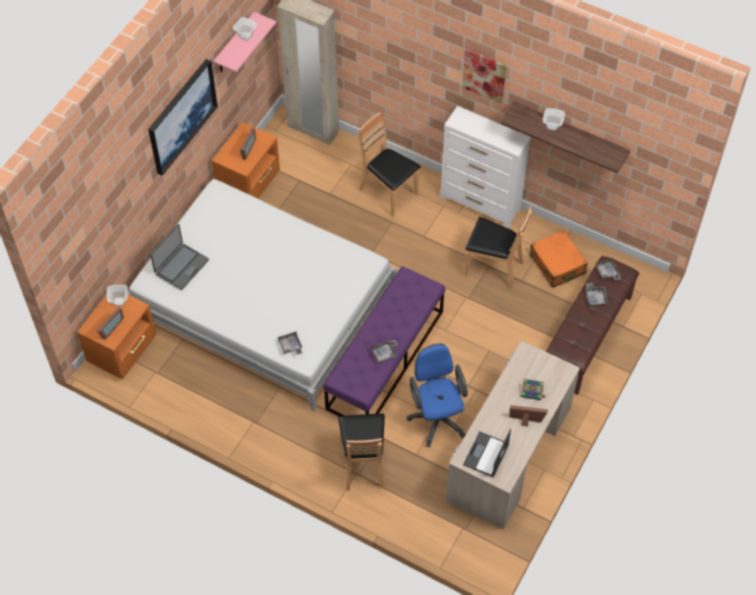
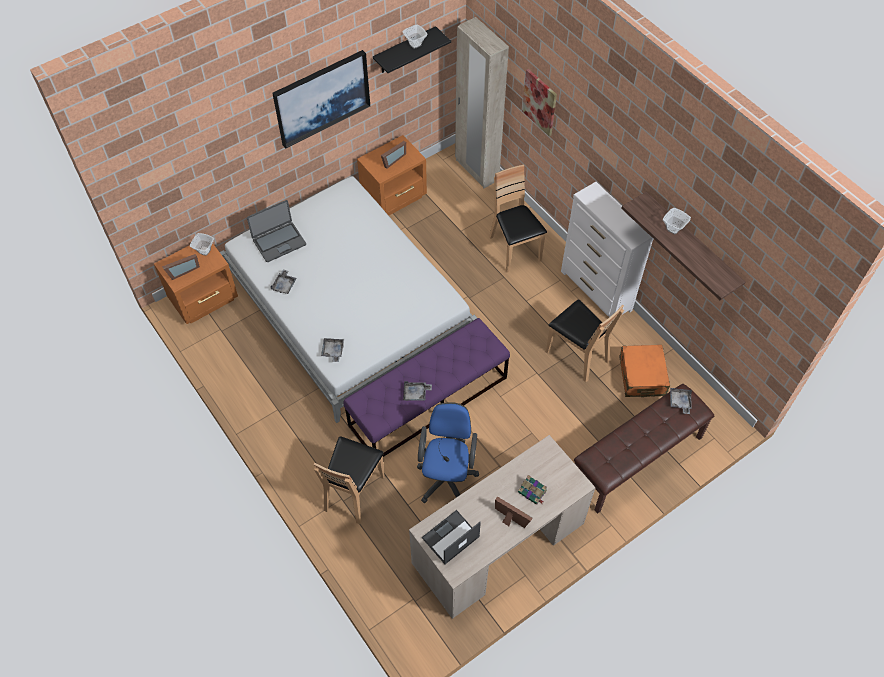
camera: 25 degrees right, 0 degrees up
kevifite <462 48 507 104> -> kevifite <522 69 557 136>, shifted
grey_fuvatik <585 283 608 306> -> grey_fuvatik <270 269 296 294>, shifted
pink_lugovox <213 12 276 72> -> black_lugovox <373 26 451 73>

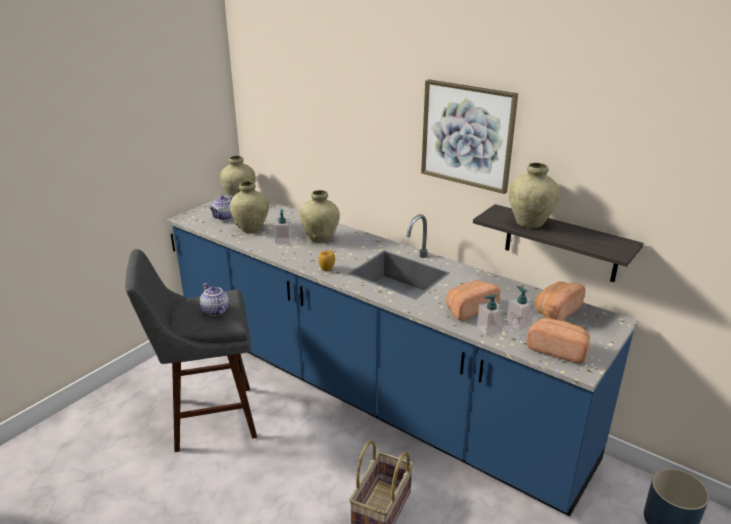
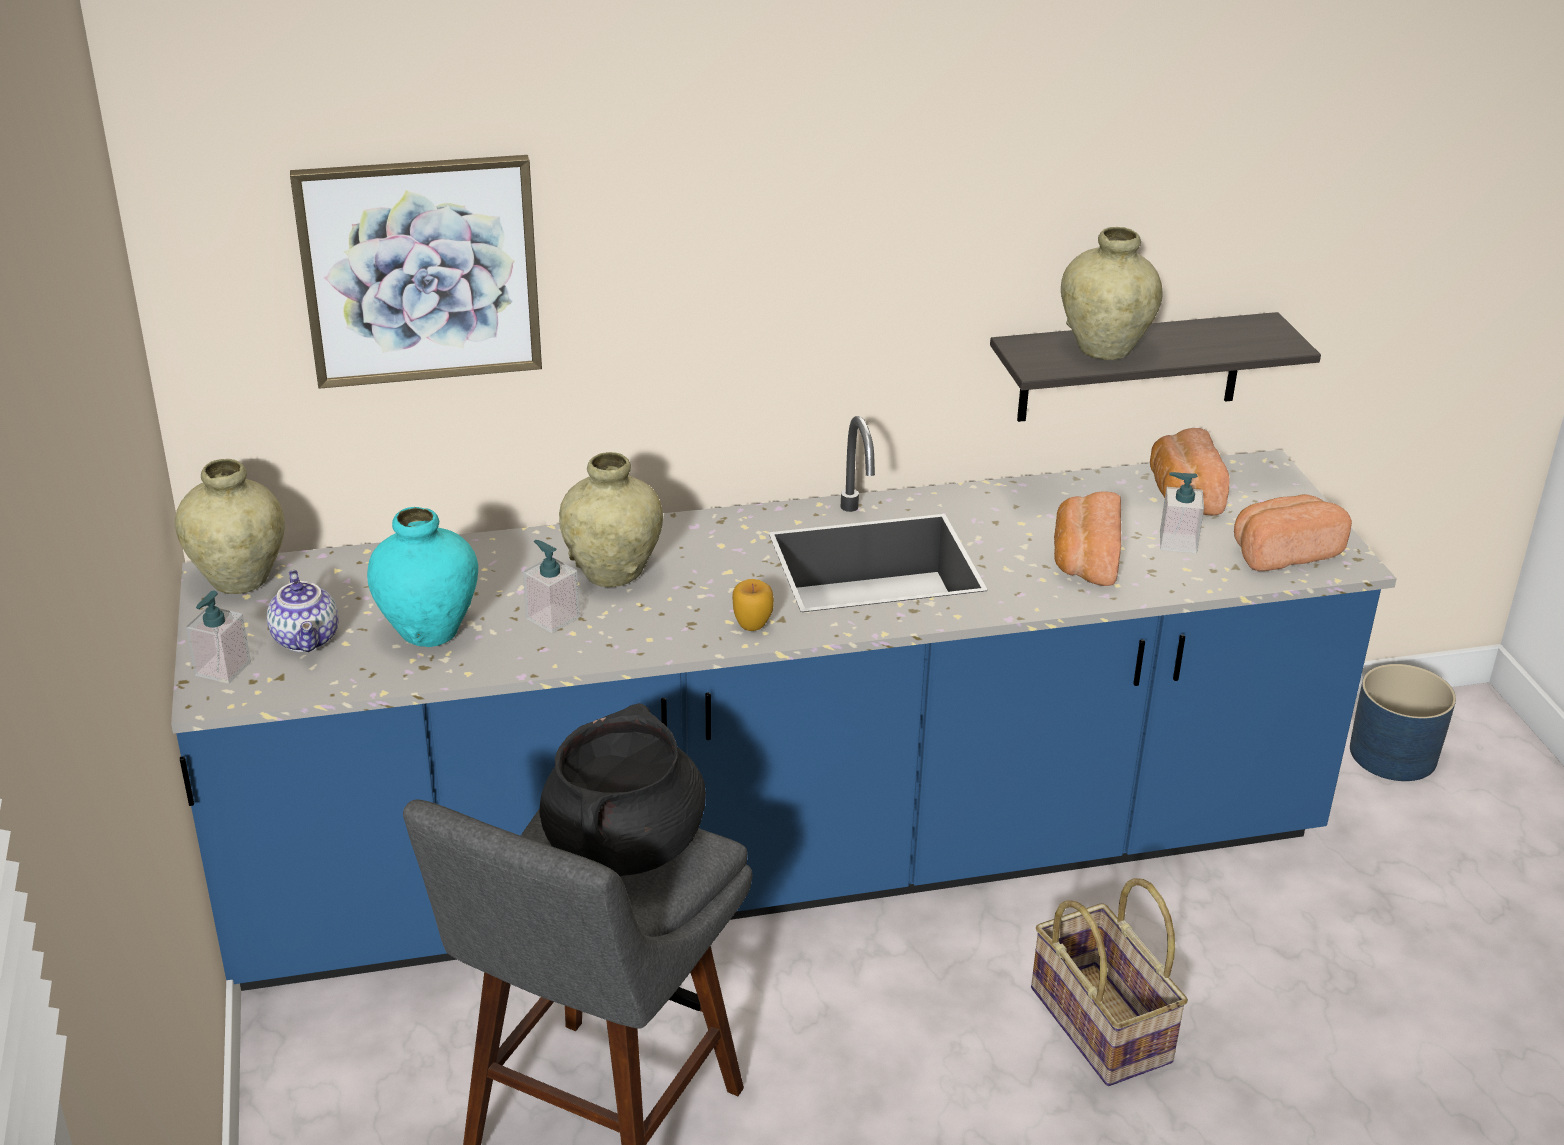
camera: 50 degrees left, 5 degrees up
kevifite <421 79 518 194> -> kevifite <290 155 542 389>, shifted
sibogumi <477 294 505 336> -> sibogumi <186 591 251 684>, shifted
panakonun <200 283 229 316> -> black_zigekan <539 703 706 876>
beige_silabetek <230 181 269 233> -> turquoise_silabetek <367 507 478 647>

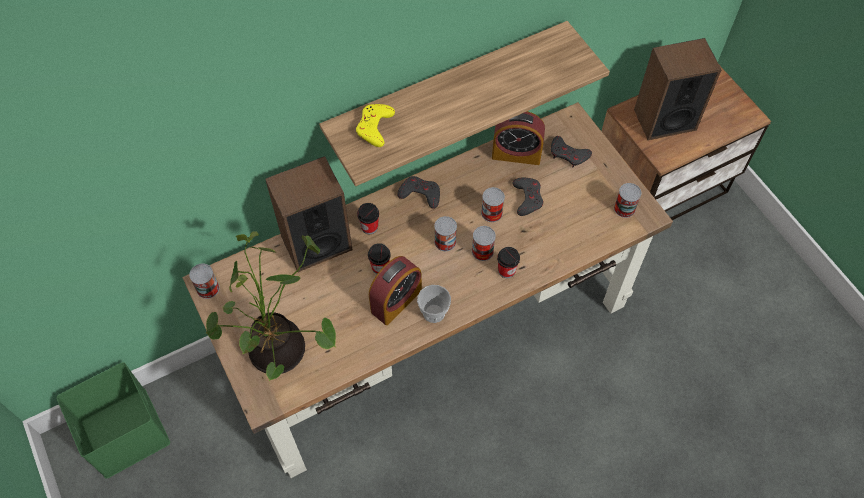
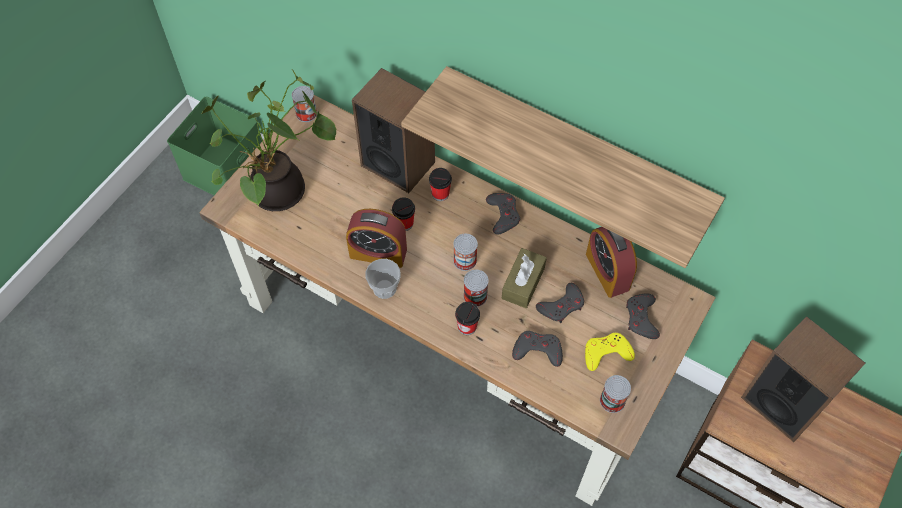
camera: 60 degrees right, 0 degrees up
none -> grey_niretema <512 331 563 367>
yellow_niretema <356 104 395 147> -> yellow_niretema <585 333 635 371>, shifted
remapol <481 187 505 222> -> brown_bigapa <502 248 547 308>

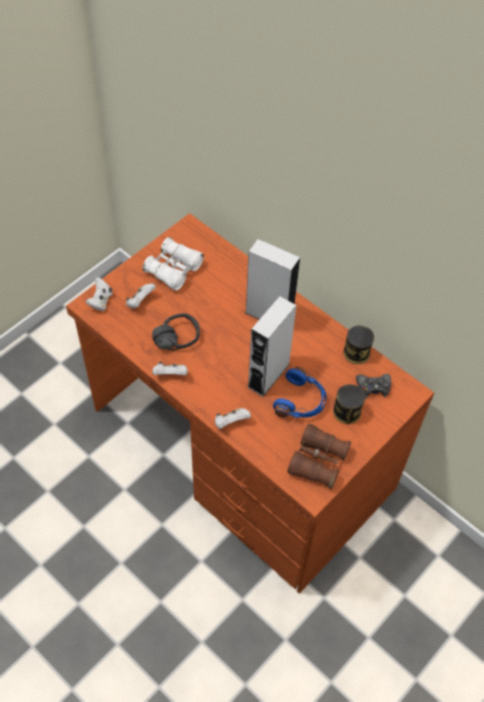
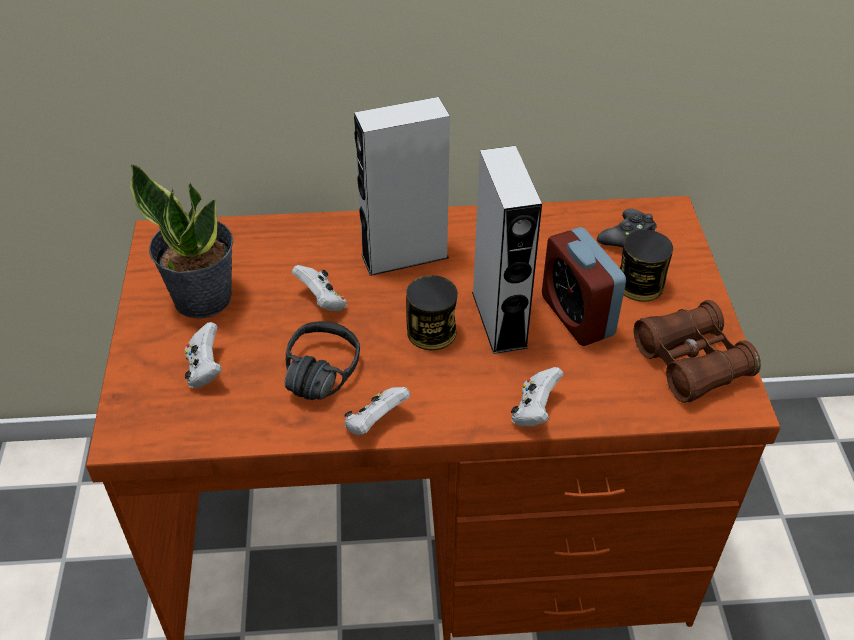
camera: 45 degrees left, 10 degrees down
white_niretema <85 277 112 311> -> white_niretema <292 265 347 311>, shifted
remapol <344 325 374 364> -> remapol <406 275 458 350>, shifted
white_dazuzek <142 237 204 291> -> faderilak <130 163 234 319>
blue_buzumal <273 367 326 418> -> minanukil <542 227 626 346>

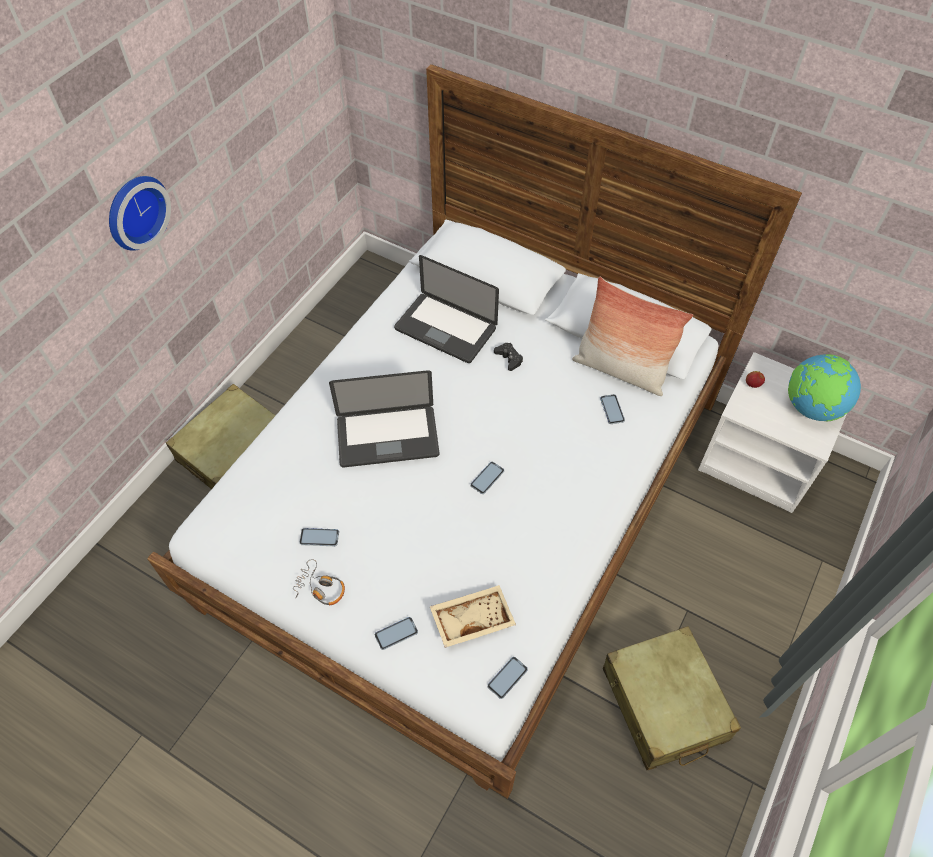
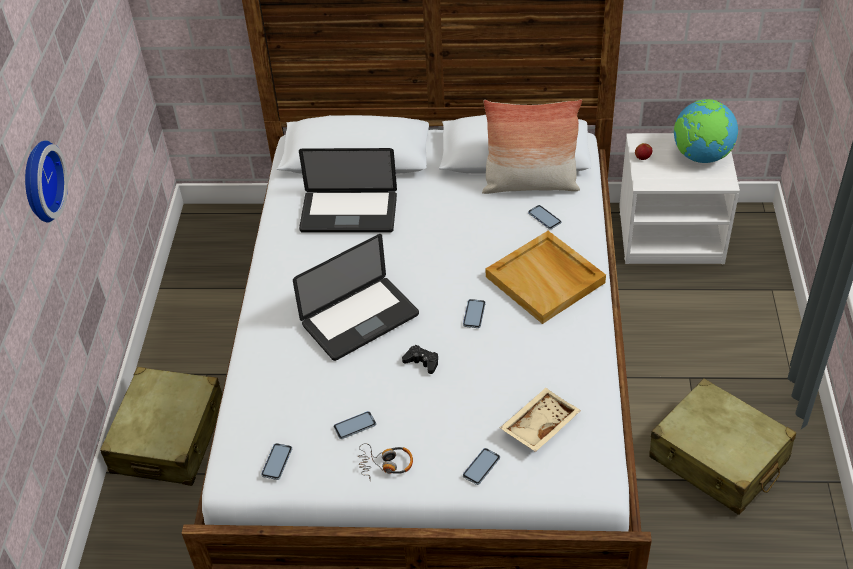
camera: 25 degrees left, 10 degrees down
none -> beige_fuvatik <486 231 606 324>
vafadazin <487 657 528 699> -> vafadazin <261 443 292 480>, shifted
black_niretema <494 343 523 371> -> black_niretema <402 345 438 374>, shifted

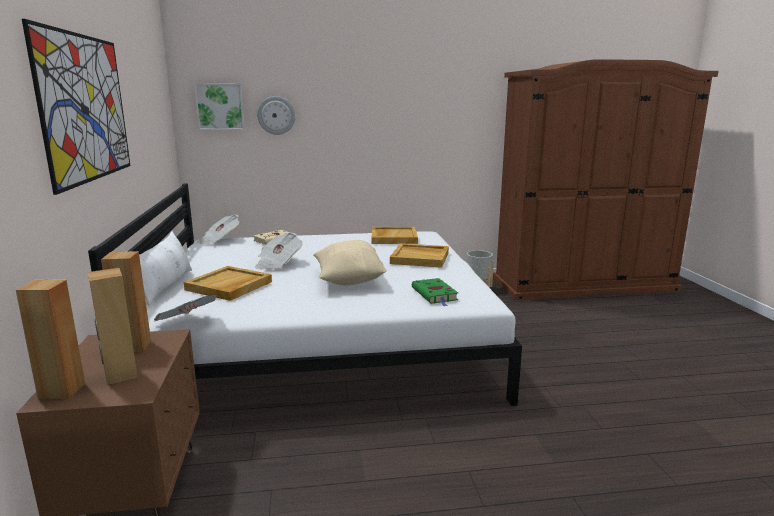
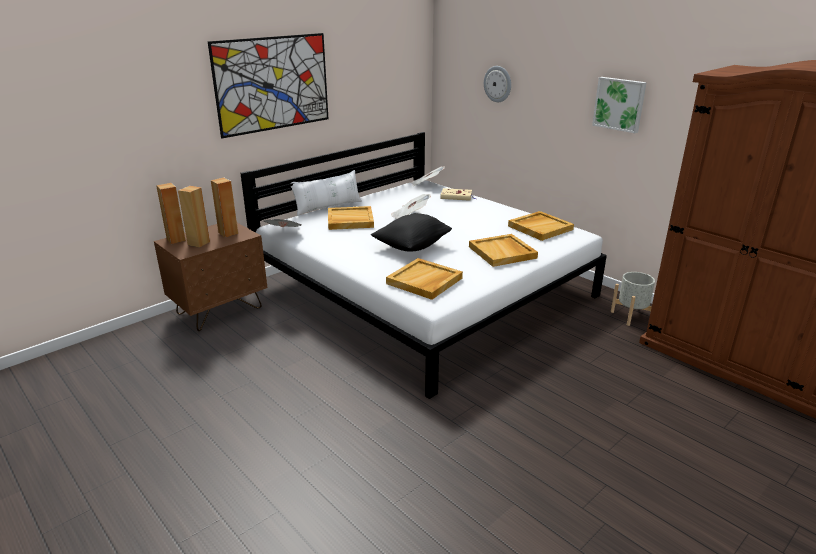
camera: 55 degrees right, 10 degrees up
kevifite <194 84 245 130> -> kevifite <592 77 647 133>, shifted
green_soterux <412 278 458 306> -> beige_fuvatik <386 258 463 300>
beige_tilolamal <313 240 387 285> -> black_tilolamal <371 213 452 252>

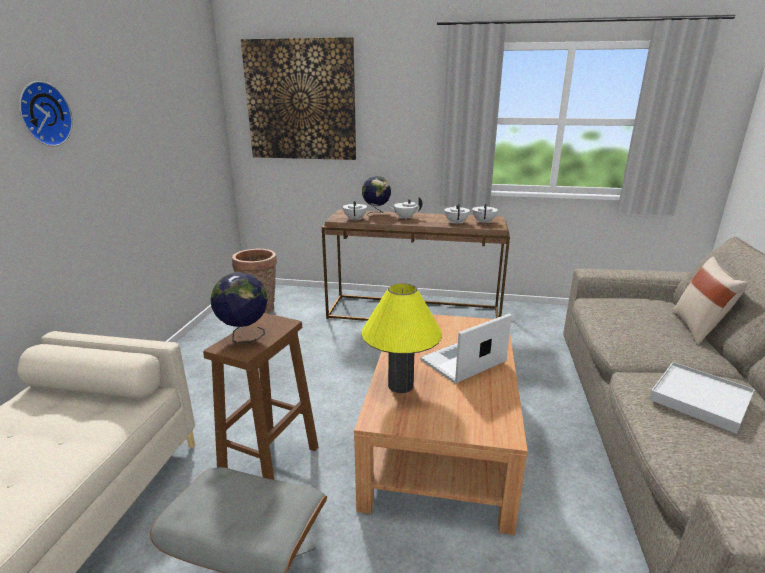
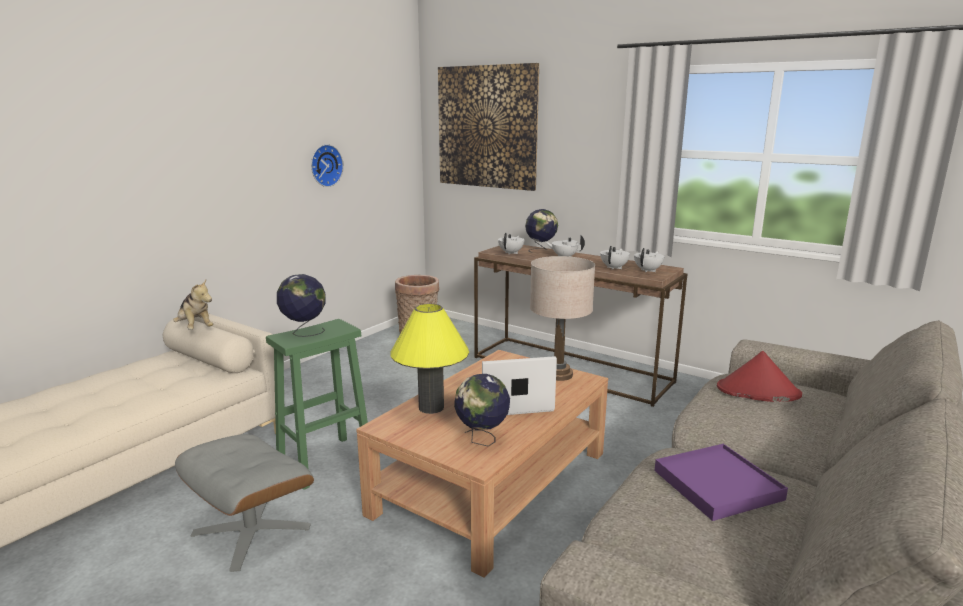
camera: 25 degrees right, 5 degrees down
beige_tilolamal <672 256 748 345> -> none
none -> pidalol <173 279 213 329>
none -> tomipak <454 374 510 446>
none -> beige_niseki <530 256 595 381>
none -> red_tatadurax <717 351 802 402>
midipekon <19 81 73 146> -> midipekon <311 144 344 187>, shifted
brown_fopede <203 313 319 480> -> green_fopede <266 319 368 490>
white_fuvatik <649 362 755 434> -> purple_fuvatik <654 444 788 521>

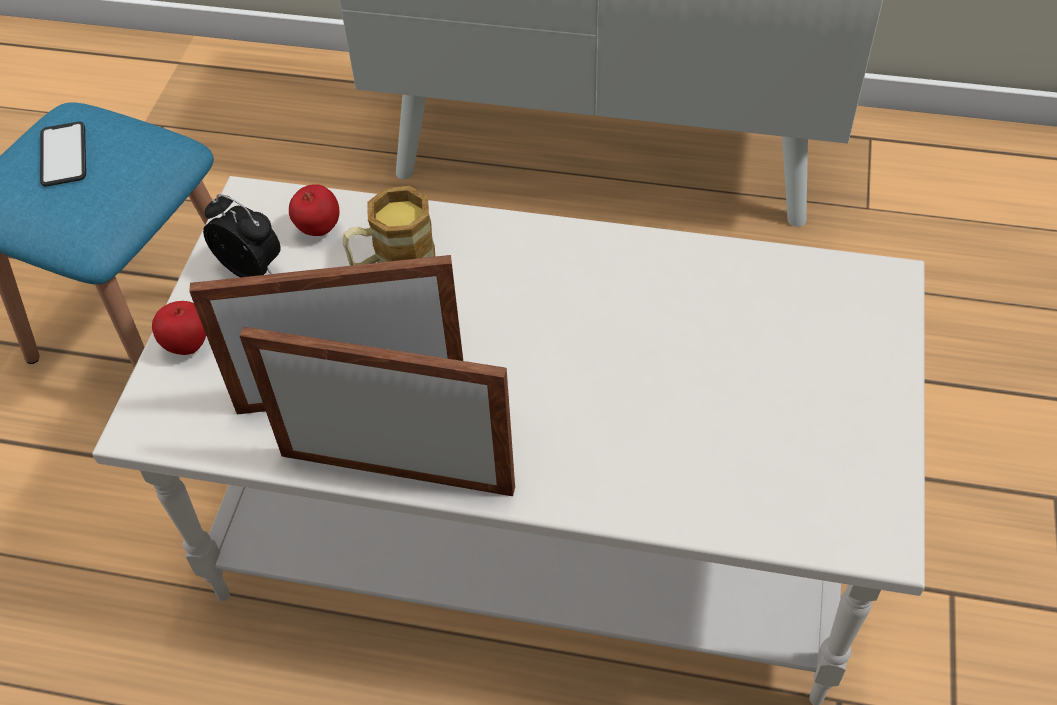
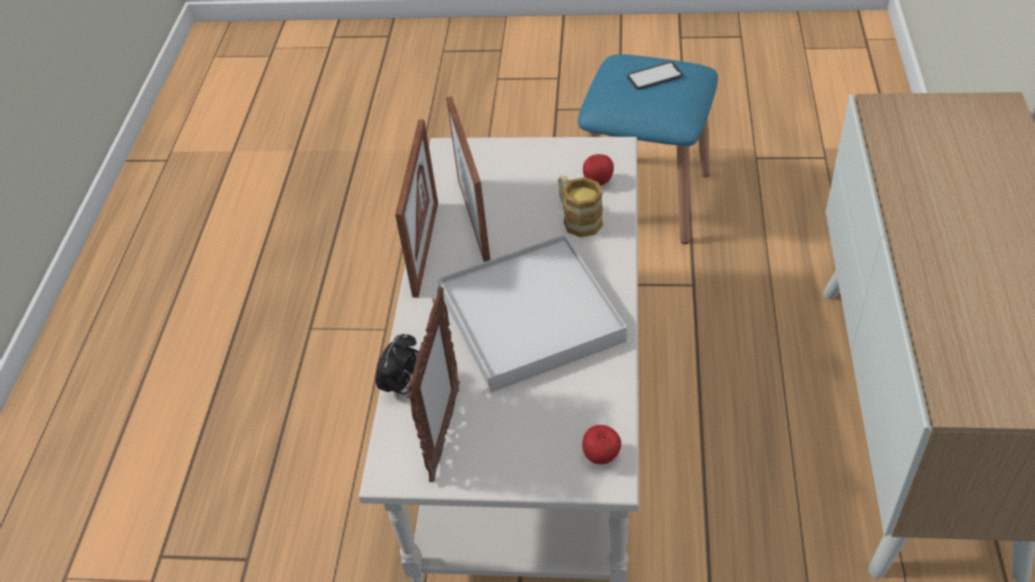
camera: 85 degrees right, 5 degrees down
none -> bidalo <407 287 460 482>
none -> white_fuvatik <438 234 627 392>
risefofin <152 301 206 355> -> risefofin <582 425 621 464>, shifted
minanukil <203 194 281 277> -> minanukil <375 334 419 400>, shifted

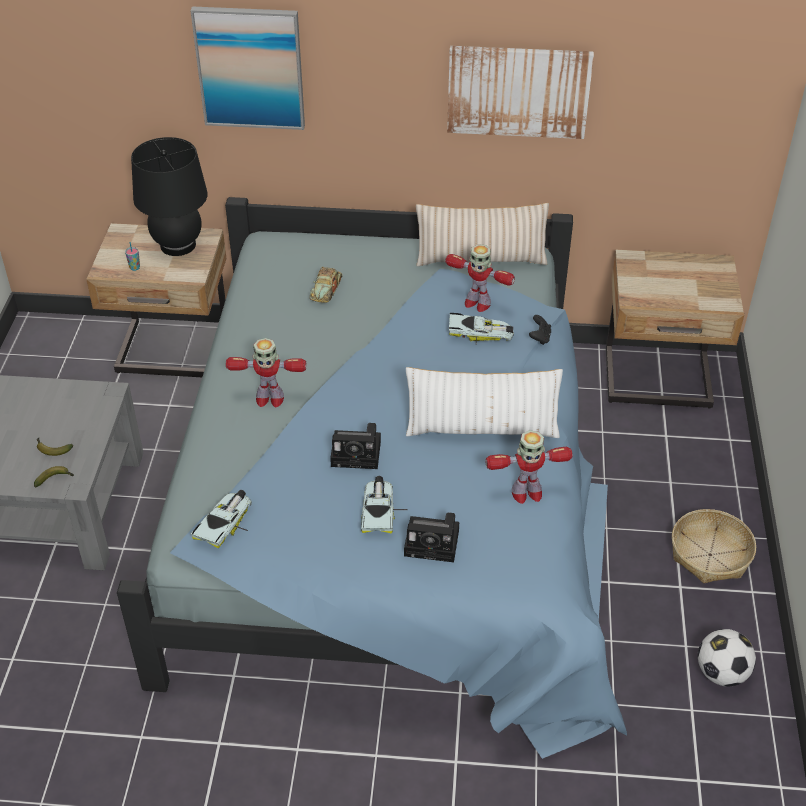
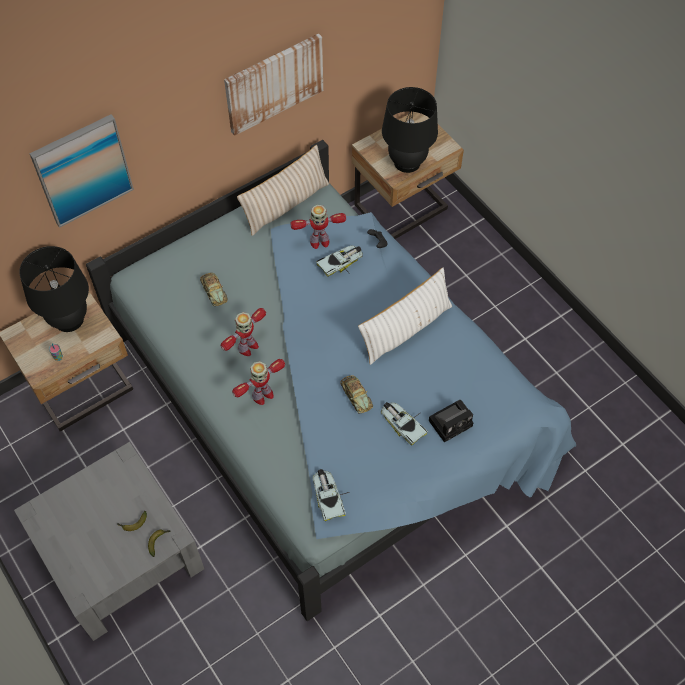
camera: 40 degrees left, 15 degrees up
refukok <672 509 756 583> -> none
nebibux <698 629 756 687> -> none
none -> black_niseki <382 87 438 173>
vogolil <485 430 573 504> -> vogolil <221 308 266 356>, shifted
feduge <330 423 381 469> -> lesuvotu <340 375 373 413>

